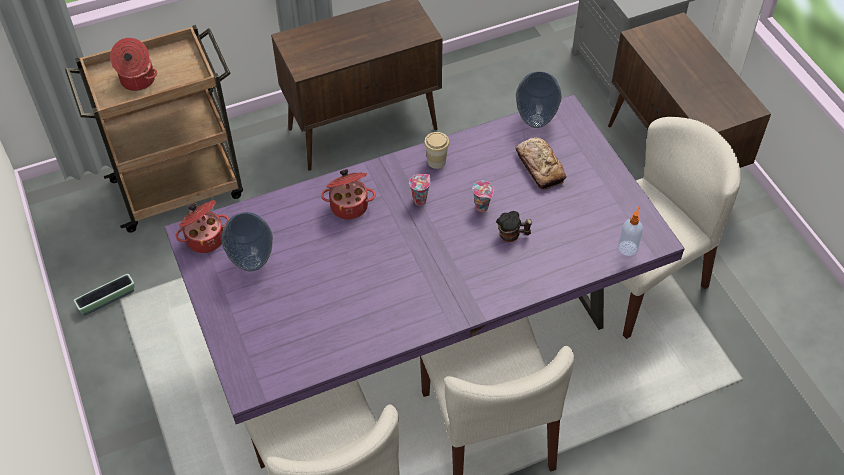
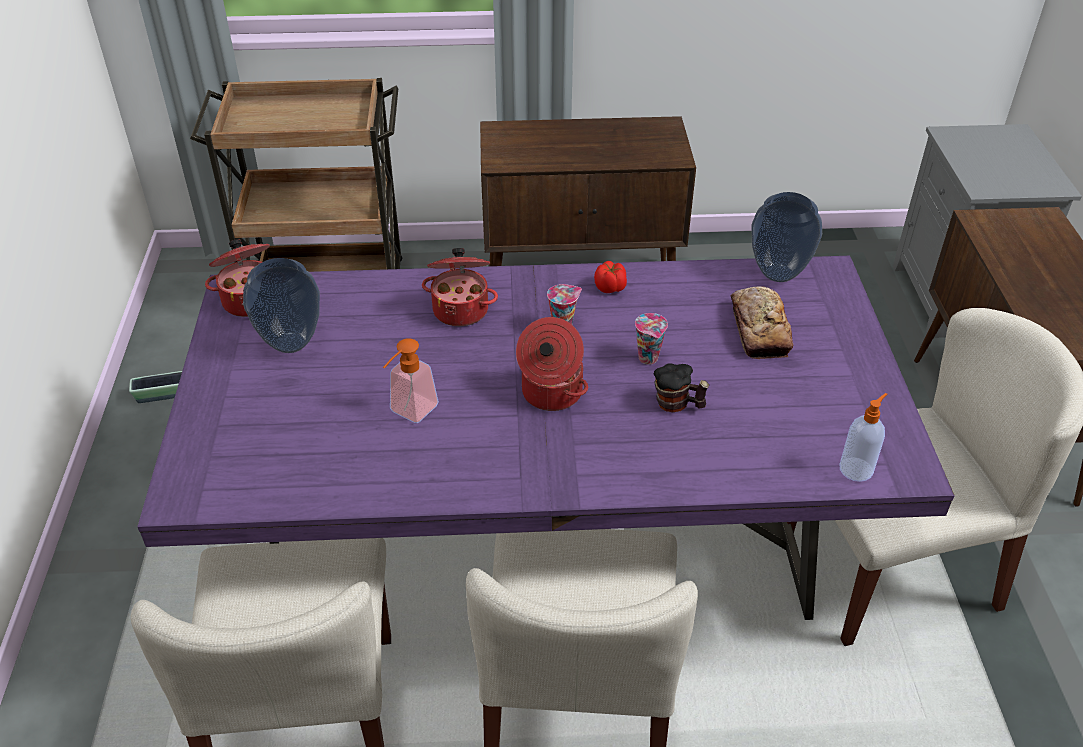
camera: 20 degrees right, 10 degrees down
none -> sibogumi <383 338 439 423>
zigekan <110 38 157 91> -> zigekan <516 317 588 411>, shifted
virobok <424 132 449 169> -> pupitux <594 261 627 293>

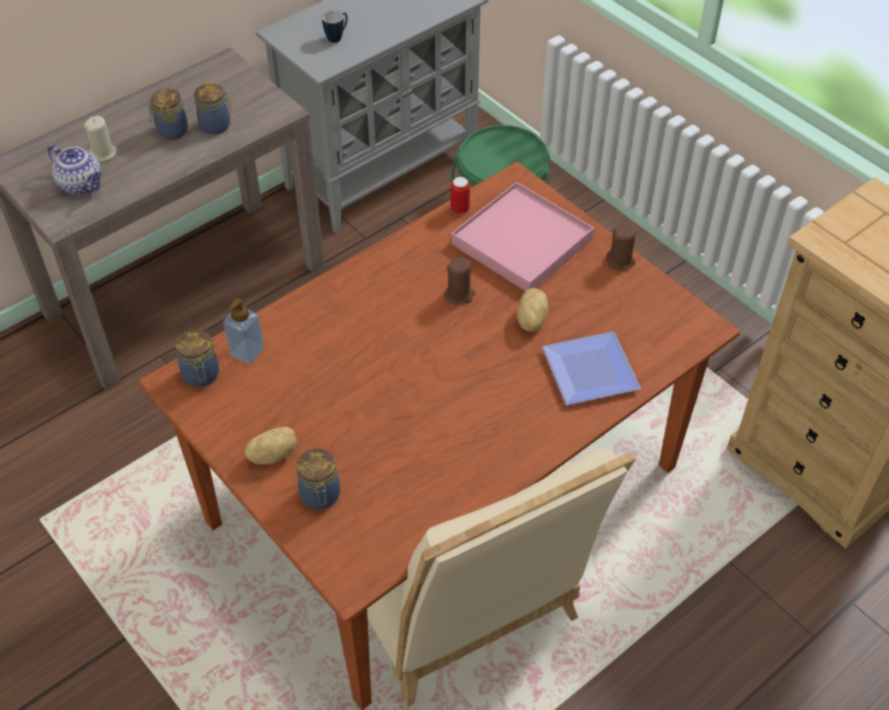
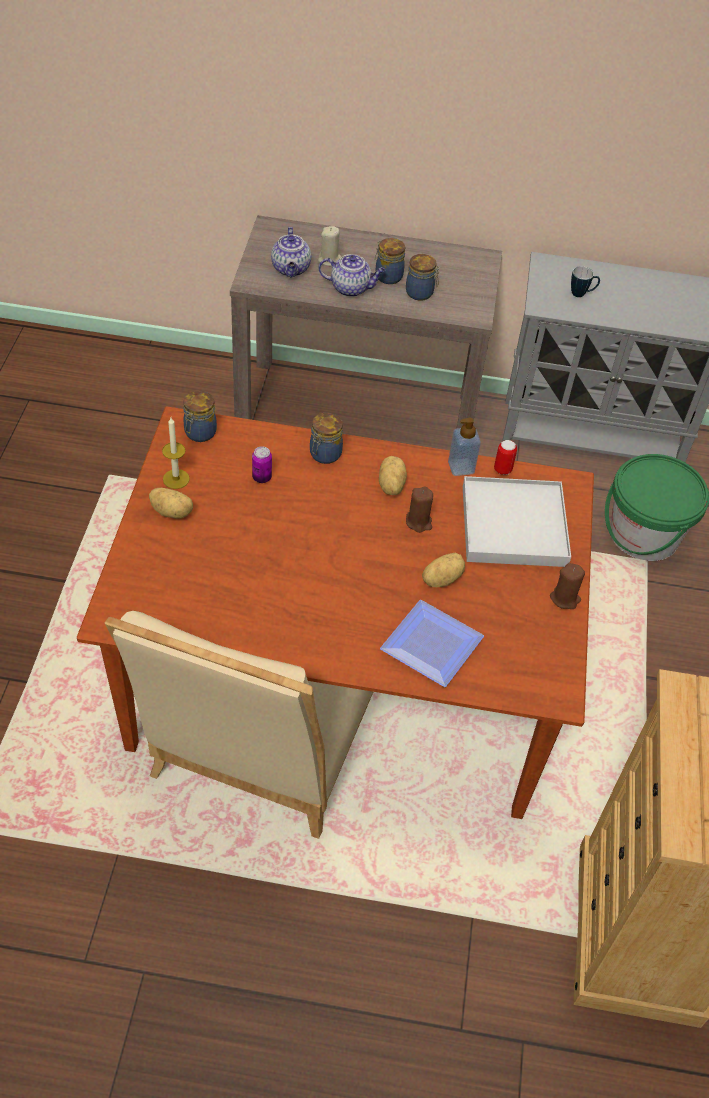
camera: 45 degrees right, 0 degrees up
none -> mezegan <162 418 190 489>
none -> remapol <252 446 272 483>
none -> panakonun <319 254 385 297>
none -> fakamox <379 456 407 495>
sibogumi <223 298 264 364> -> sibogumi <448 418 481 476>, shifted
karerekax <297 448 340 509> -> karerekax <310 413 343 464>, shifted
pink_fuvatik <451 182 594 291> -> white_fuvatik <463 476 571 567>

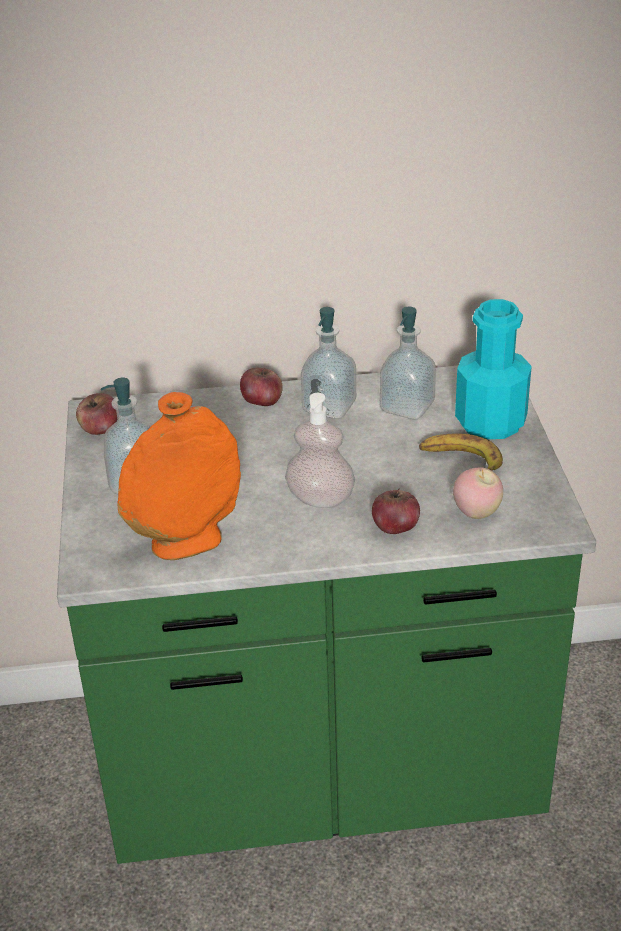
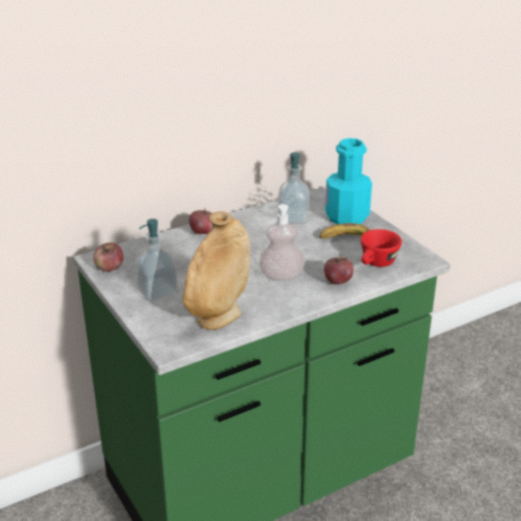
camera: 25 degrees left, 5 degrees down
sibogumi <301 307 356 419> -> none
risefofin <453 467 503 519> -> red_virobok <361 229 402 267>
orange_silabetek <117 392 241 560> -> beige_silabetek <183 212 250 330>

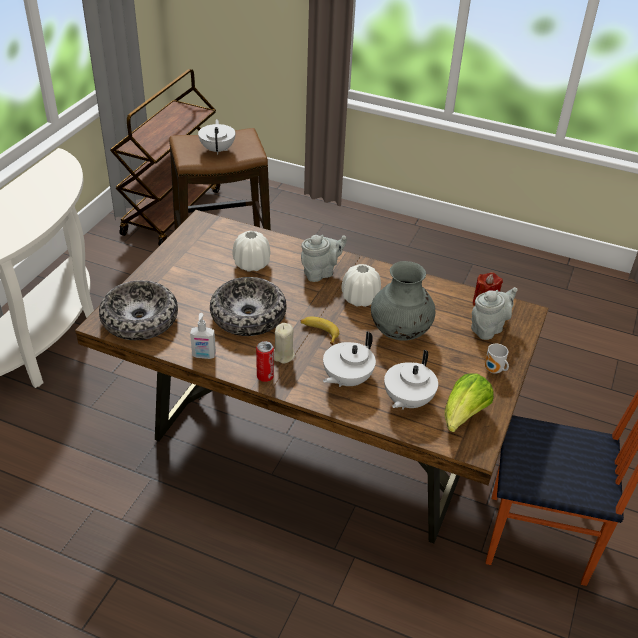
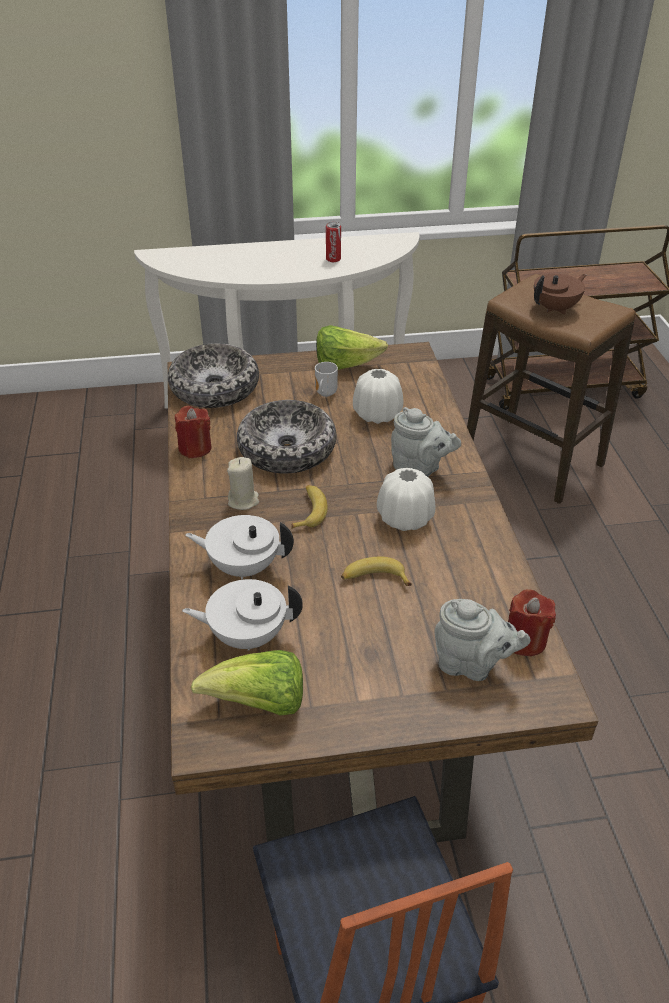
camera: 60 degrees right, 0 degrees up
none -> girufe <316 325 388 370>
remapol <256 341 274 382> -> remapol <326 222 341 262>, shifted
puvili <485 344 509 374> -> puvili <315 362 338 397>, shifted
sibogumi <190 313 216 359> -> red_mezegan <175 406 212 458>
grey_silabetek <371 261 435 341> -> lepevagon <341 557 412 586>
white_panakonun <198 119 236 155> -> brown_panakonun <534 274 586 314>

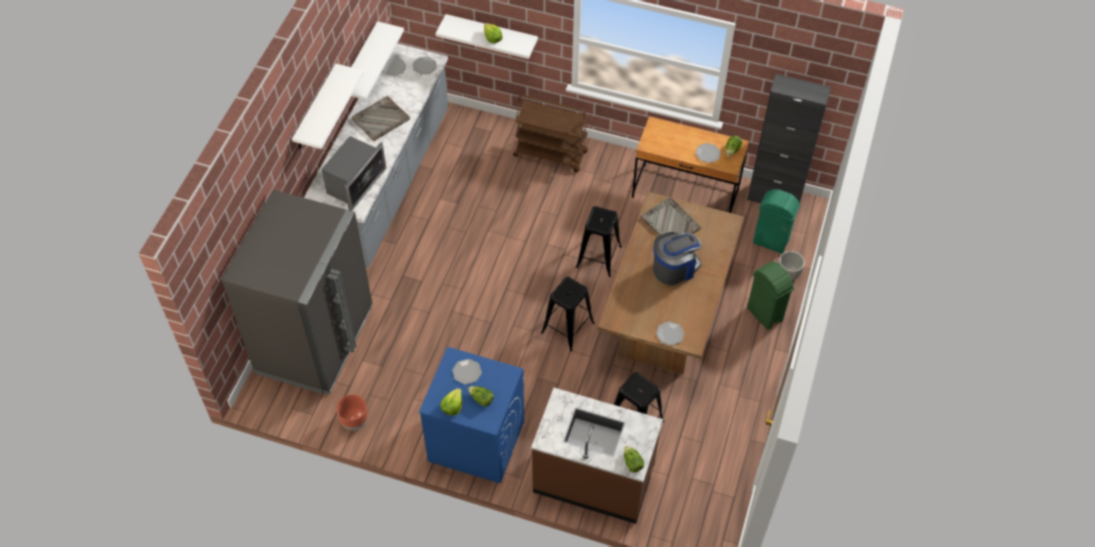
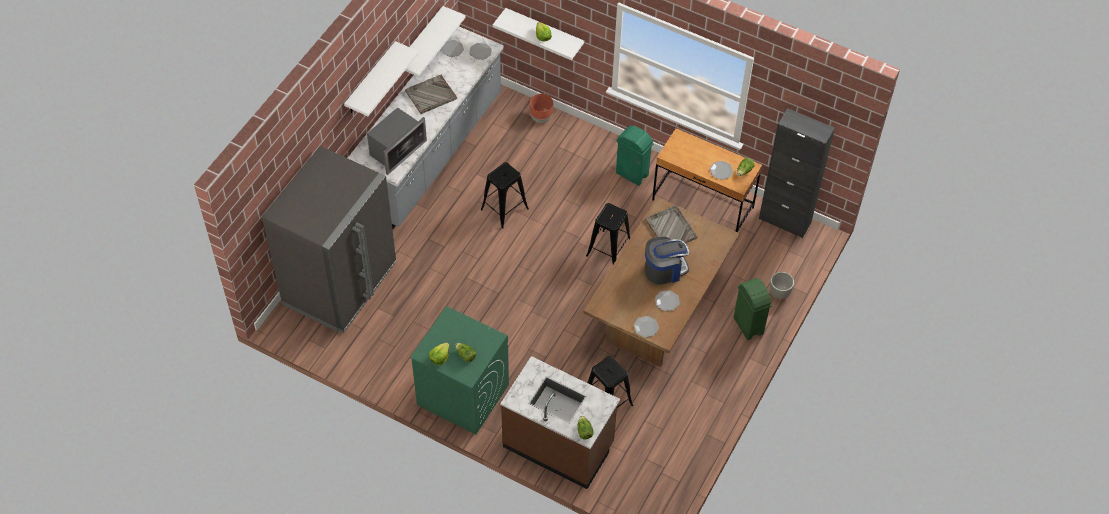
camera: 10 degrees right, 0 degrees up
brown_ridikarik <513 95 588 172> -> none
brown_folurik <337 395 368 430> -> brown_folurik <530 94 553 123>, shifted
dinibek <452 359 482 385> -> dinibek <655 290 680 311>, shifted
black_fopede <541 277 594 351> -> black_fopede <481 162 529 229>, shifted
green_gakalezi <753 189 800 254> -> green_gakalezi <616 126 653 186>, shifted
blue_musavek <419 347 524 484> -> green_musavek <410 306 509 434>

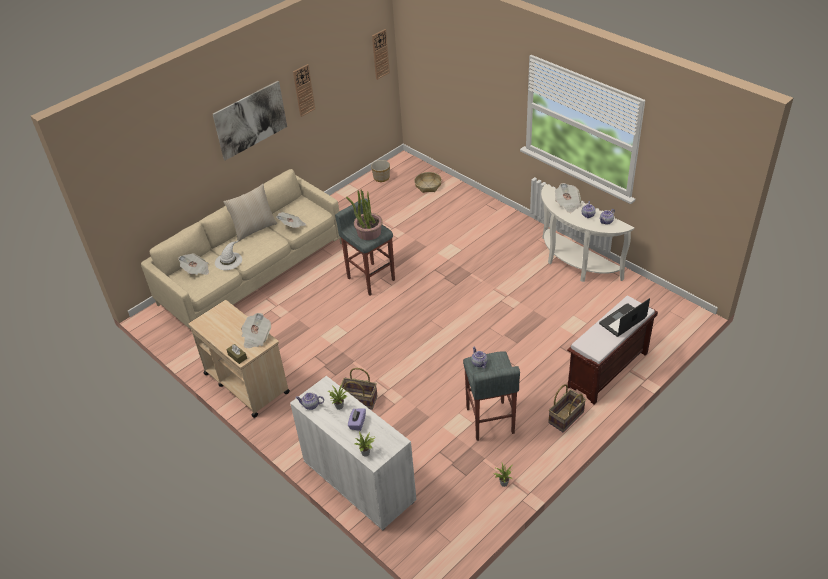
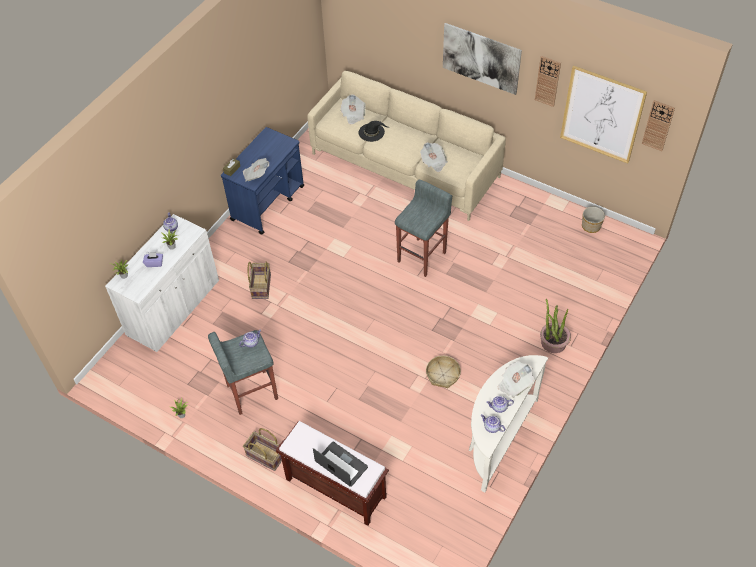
camera: 75 degrees right, 10 degrees up
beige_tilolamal <223 184 278 241> -> none
none -> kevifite <560 66 647 164>
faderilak <346 189 383 240> -> faderilak <540 299 571 353>, shifted
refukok <415 172 442 193> -> refukok <426 356 461 388>, shifted
beige_ridikarik <188 300 290 418> -> blue_ridikarik <221 127 304 235>
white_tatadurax <215 240 242 270> -> black_tatadurax <359 121 388 142>

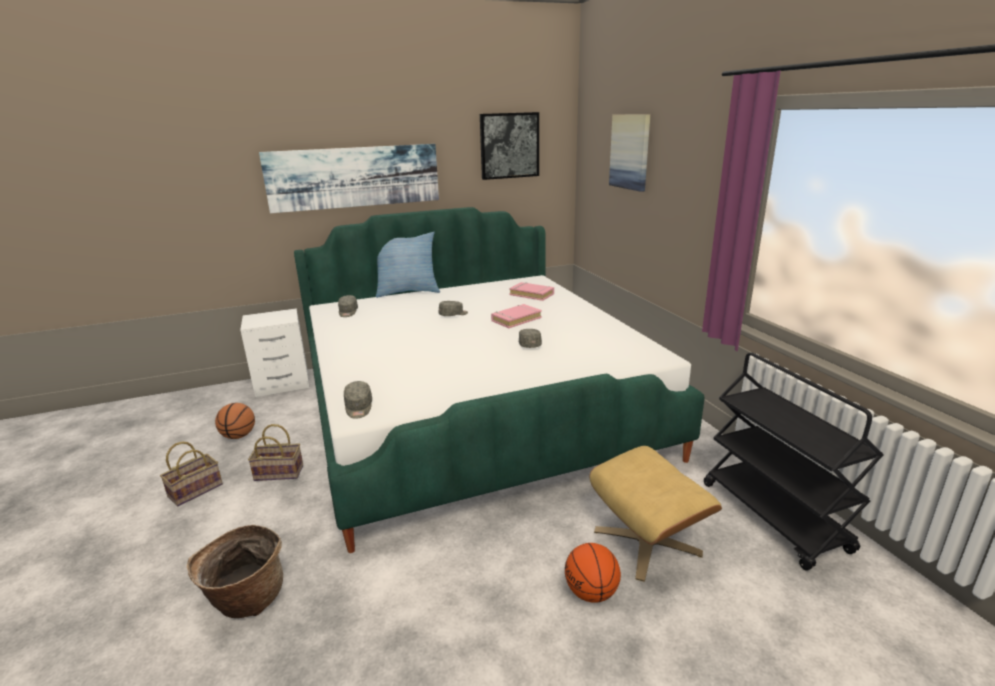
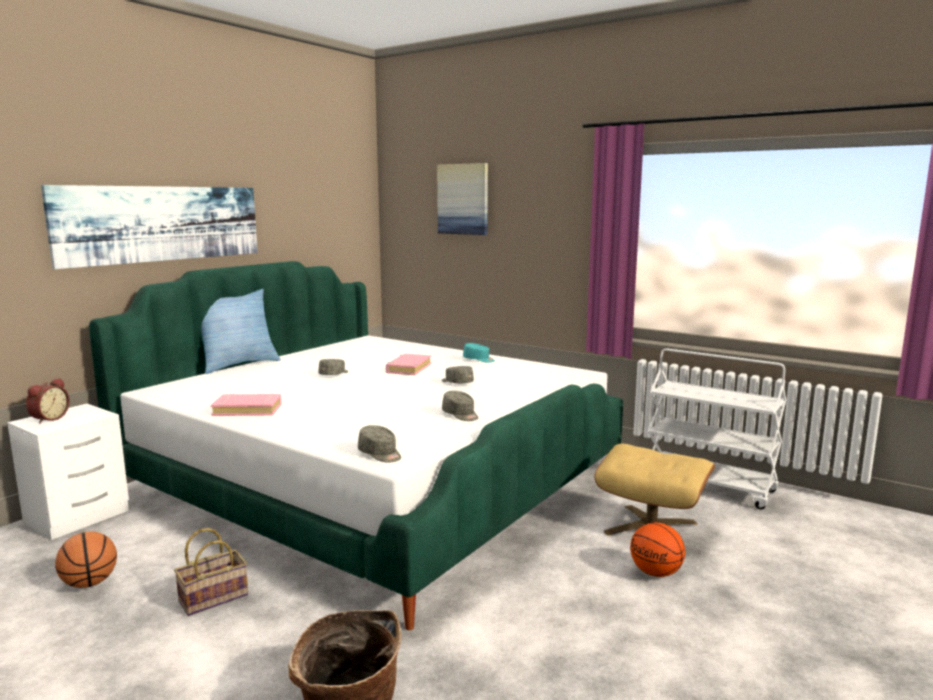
camera: 35 degrees left, 10 degrees down
refukok <160 442 223 506> -> none
kevifite <480 112 539 180> -> none
none -> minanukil <26 378 70 424>
none -> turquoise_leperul <463 343 495 362>
grey_leperul <338 295 358 317> -> grey_leperul <442 391 478 421>, shifted
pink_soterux <509 282 554 301> -> pink_soterux <211 393 282 416>, shifted
black_ridikarik <704 353 884 571> -> white_ridikarik <648 349 786 510>

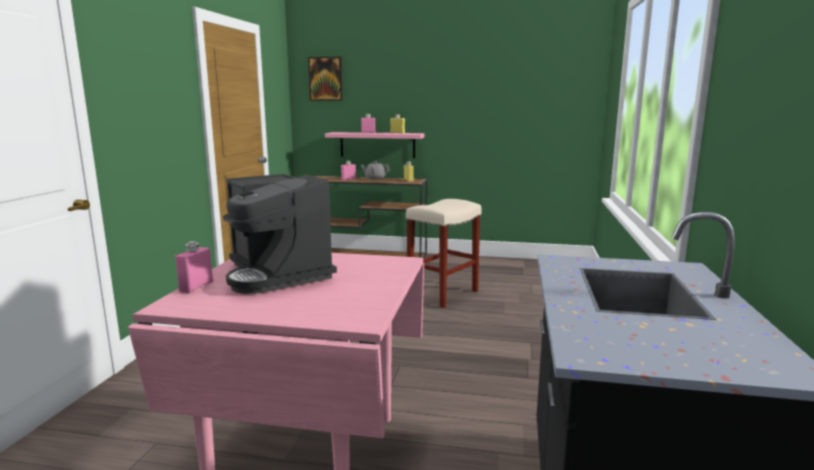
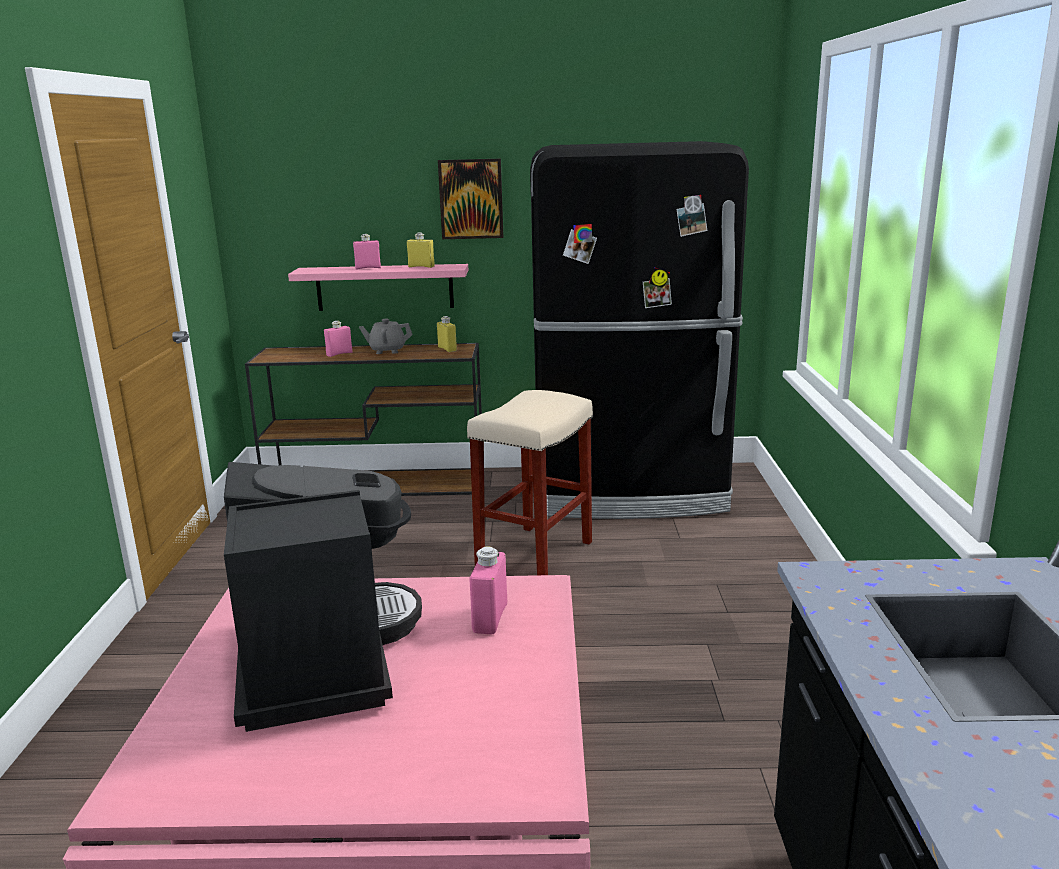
camera: 10 degrees left, 5 degrees up
none -> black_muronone <530 141 749 519>
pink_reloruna <175 241 213 293> -> pink_reloruna <470 546 507 634>, shifted
kevifite <308 57 343 101> -> kevifite <438 159 503 239>, shifted
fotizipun <223 174 337 294> -> fotizipun <224 462 422 732>, 150 degrees counterclockwise

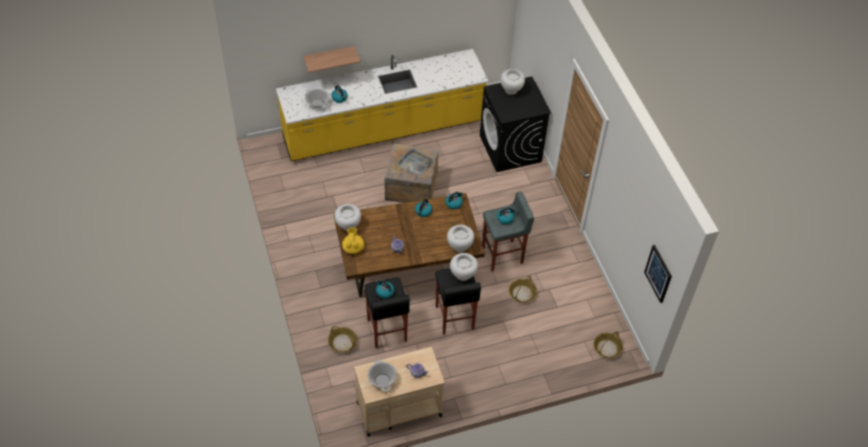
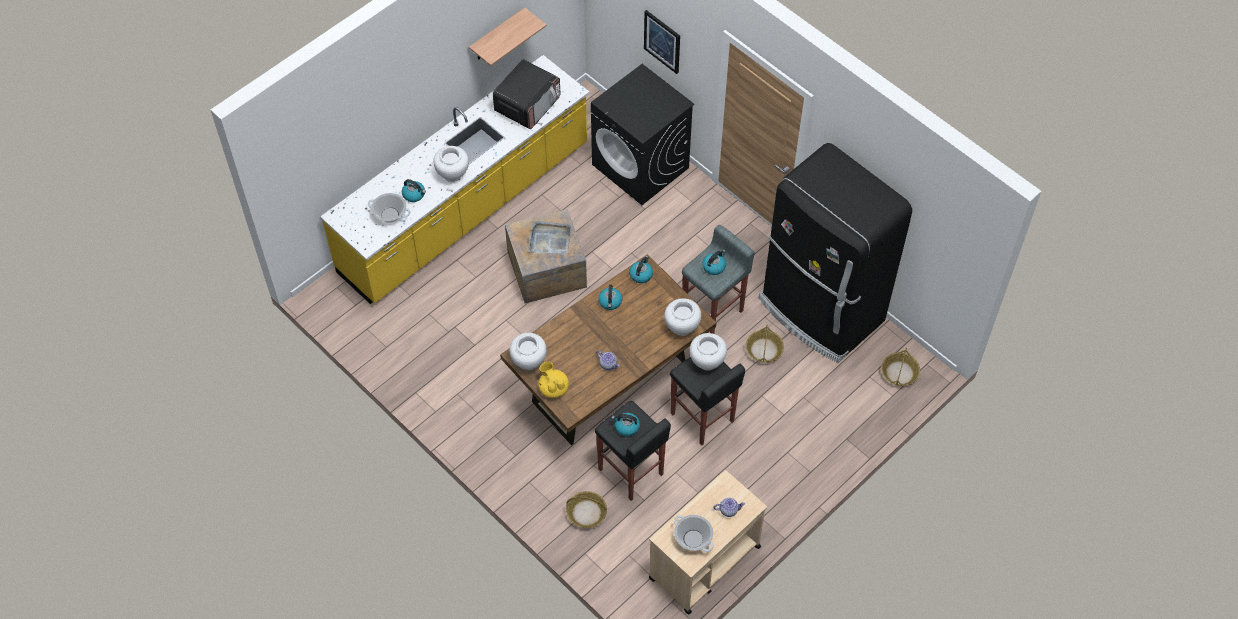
camera: 25 degrees left, 5 degrees up
none -> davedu <493 59 561 129>
none -> black_muronone <759 143 912 363>
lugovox <303 46 361 72> -> lugovox <469 7 547 66>, shifted
white_silabetek <501 69 525 95> -> white_silabetek <433 146 469 182>, shifted
kevifite <644 245 672 303> -> kevifite <644 10 680 74>, shifted

